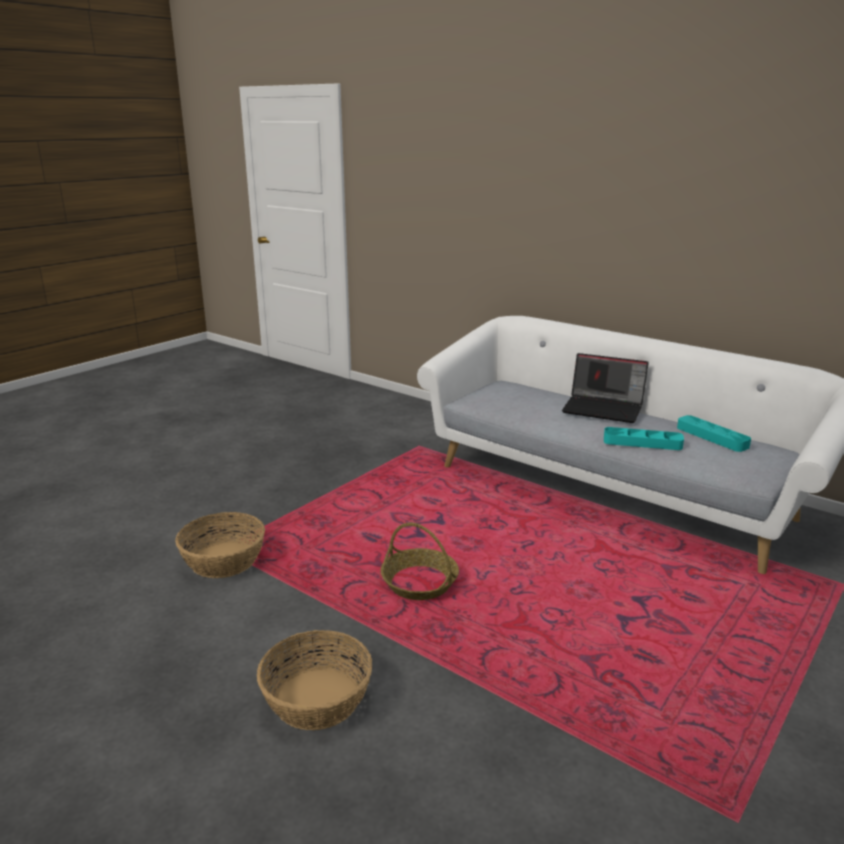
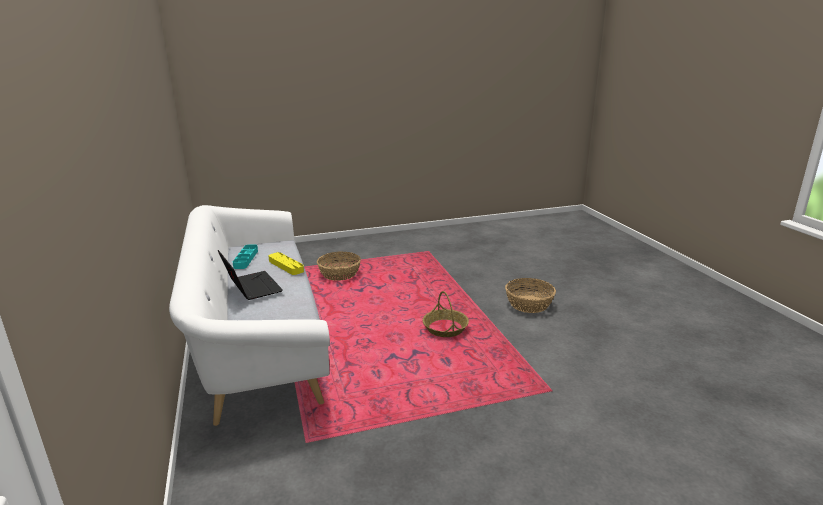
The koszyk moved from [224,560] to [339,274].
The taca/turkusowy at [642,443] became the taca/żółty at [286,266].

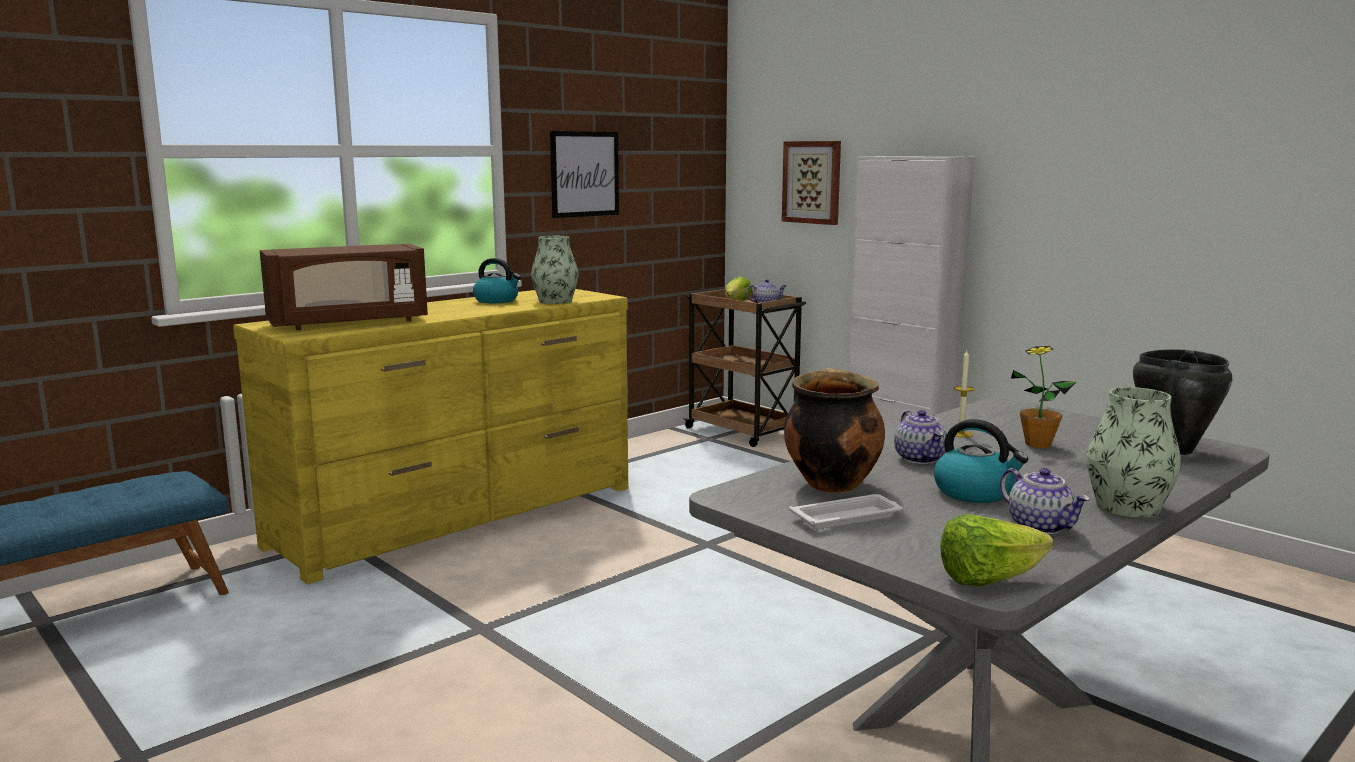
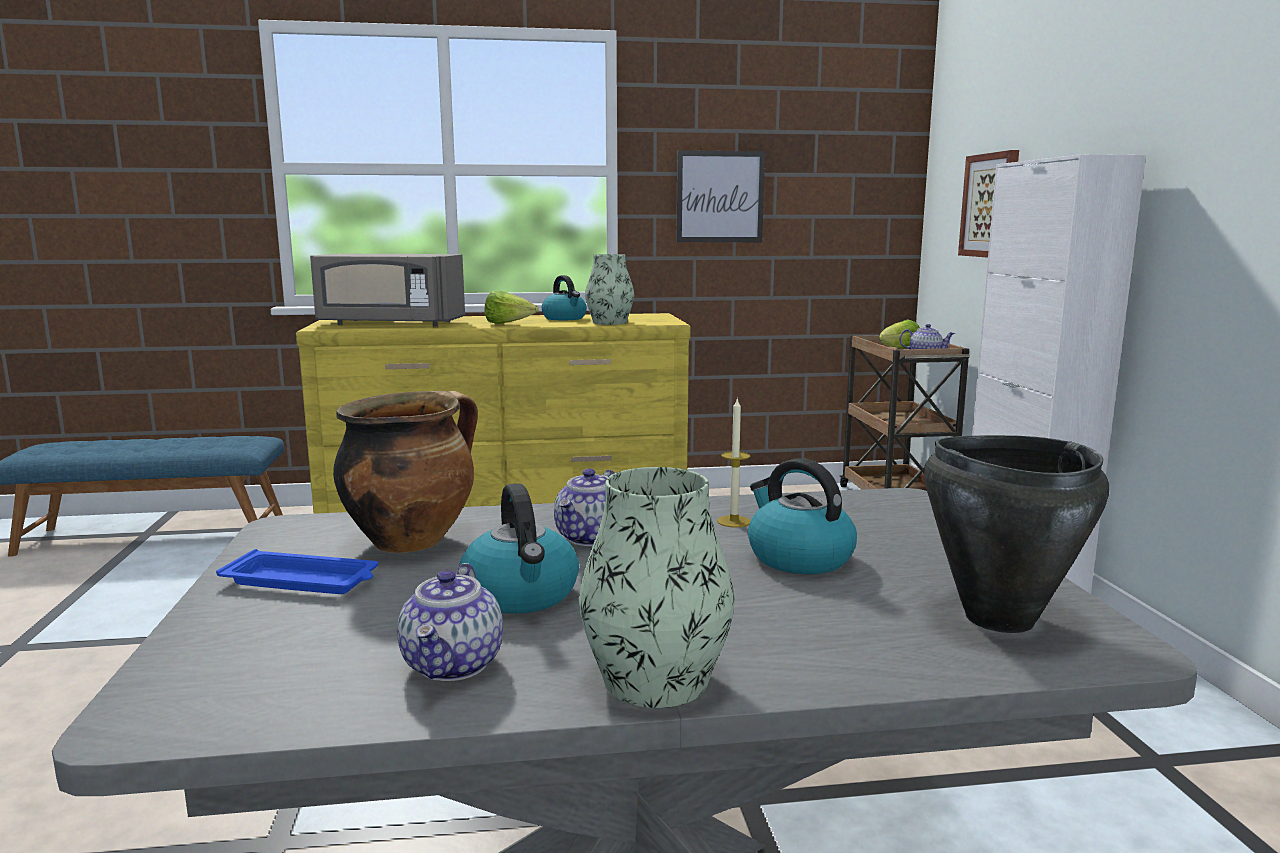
The mikrofalówka/brązowy at [349,323] became the mikrofalówka/szary at [390,323].
The taca/biały at [848,517] became the taca/niebieski at [303,581].
The sałata moved from [988,580] to [508,324].
The roślina doniczkowa at [1038,444] was replaced by the czajnik at [798,557].

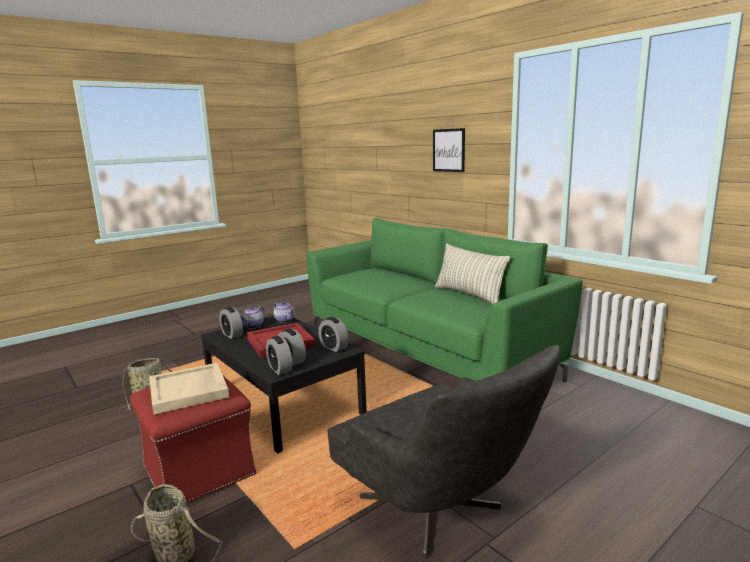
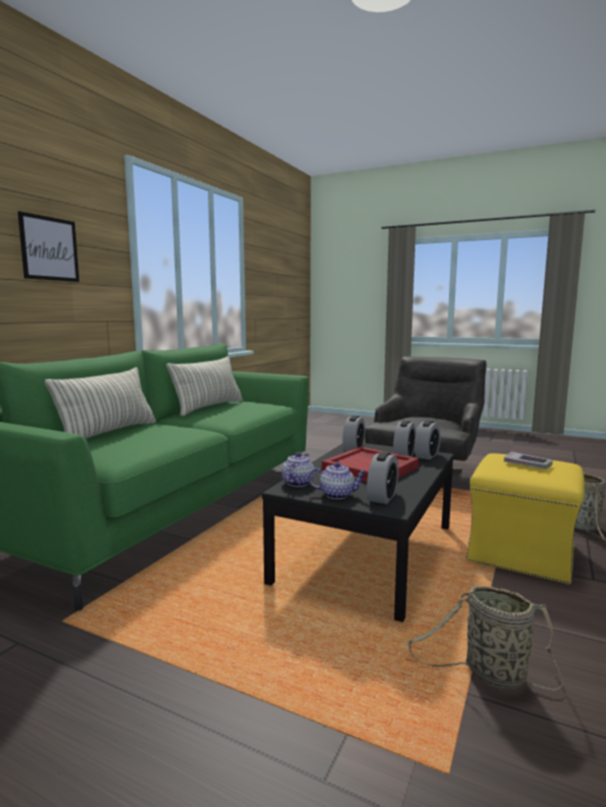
The pufa/czerwony at [198,470] became the pufa/żółty at [521,554].
The taca/beżowy at [189,391] was replaced by the książka at [527,464].
The poduszka at [109,433] appeared.

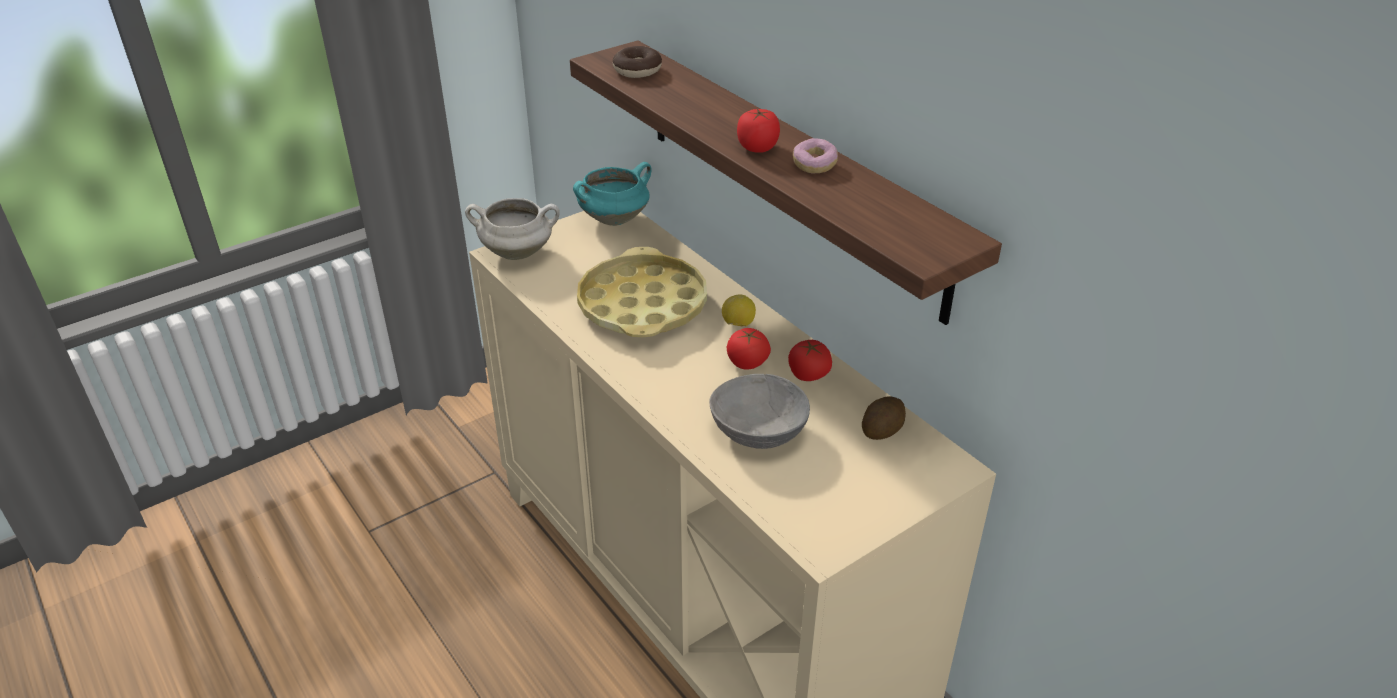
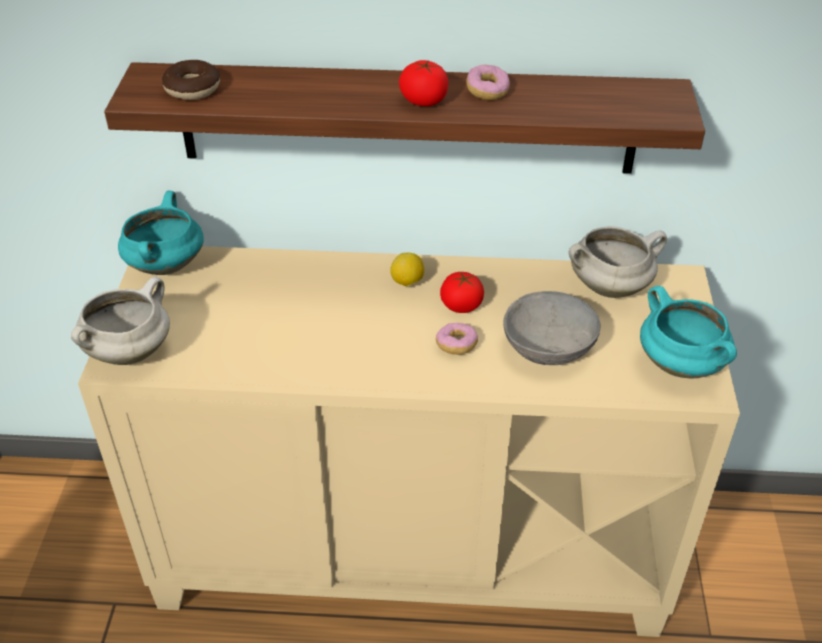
The taca/żółty at [642,305] disappeared.
The pomidor at [808,374] disappeared.
The ziemniak at [882,429] was replaced by the garnek/biały at [610,286].
The donut at [456,345] appeared.
The garnek/turkusowy at [682,365] appeared.

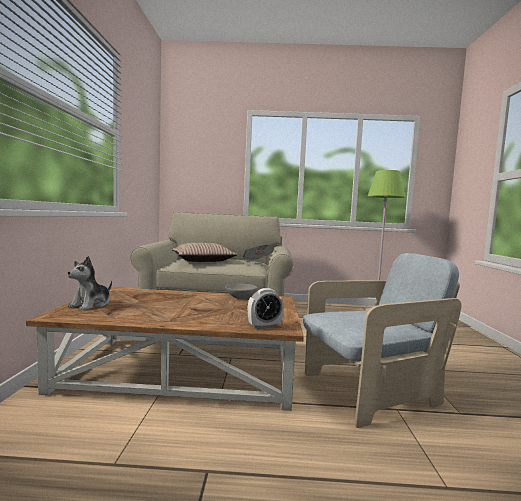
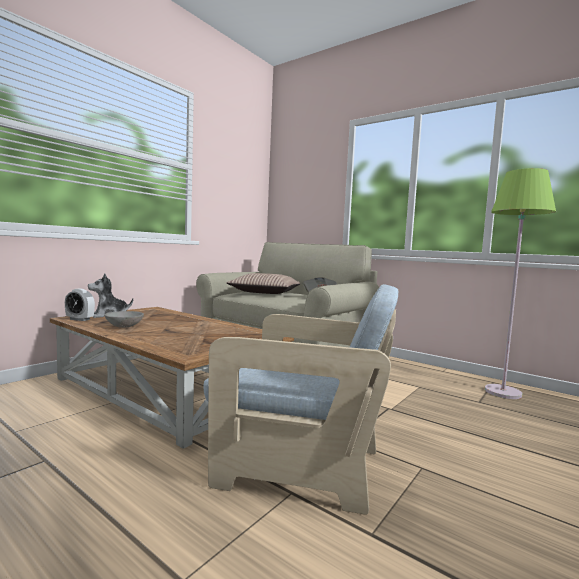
The miska/szary moved from [240,297] to [124,326].
The budzik moved from [264,326] to [79,319].

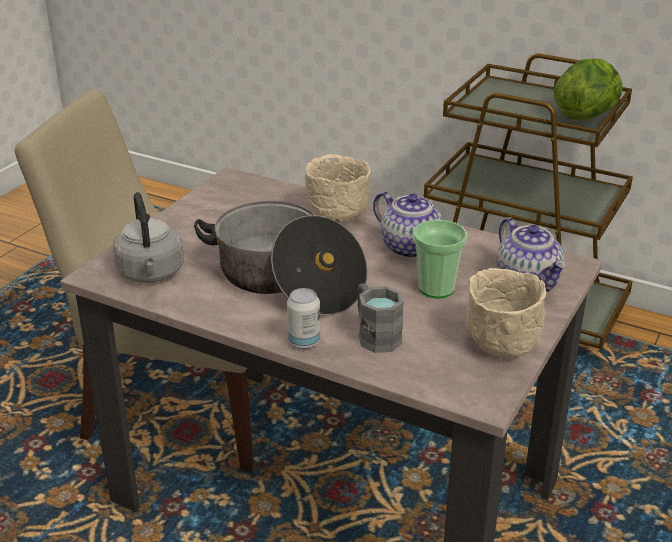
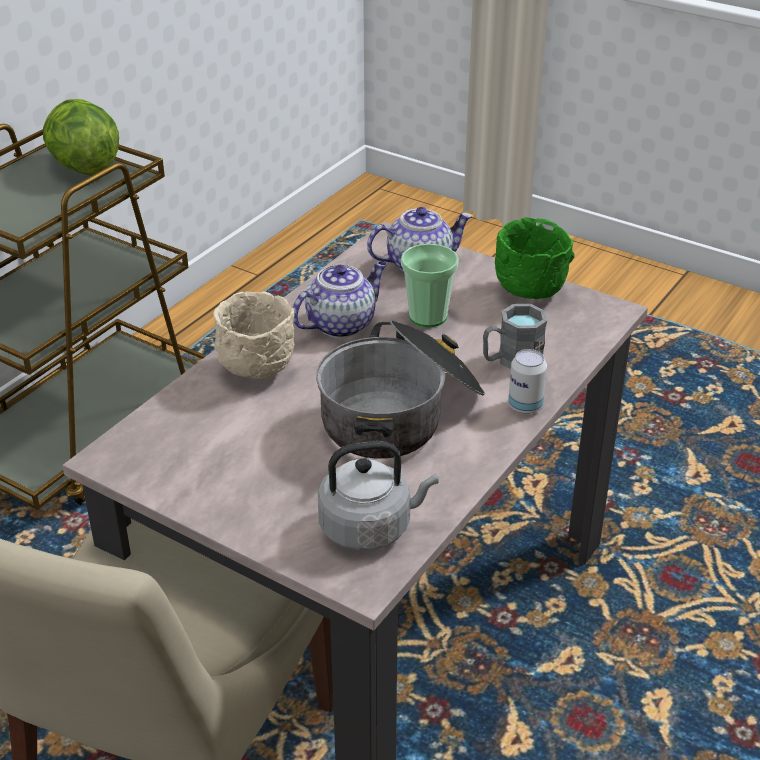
The miska/beżowy at [502,345] became the miska/zielony at [529,291].

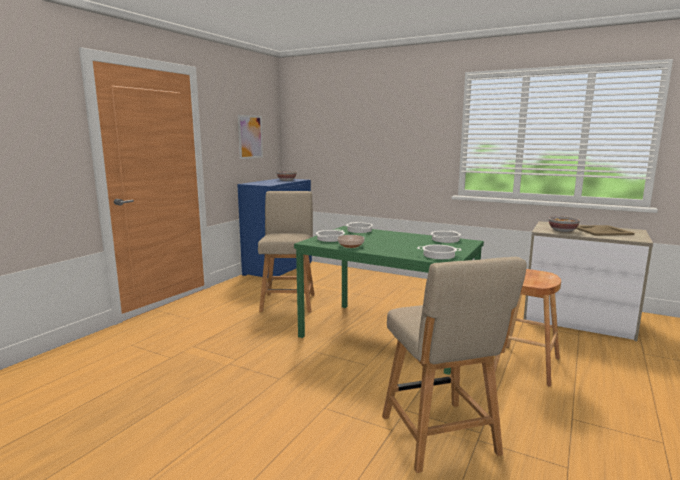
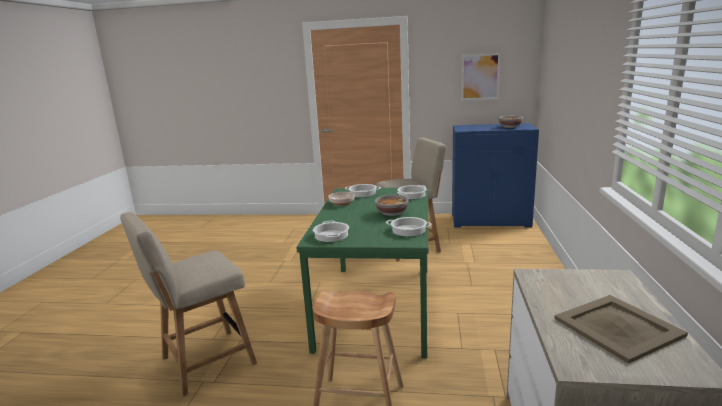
The miska moved from [562,231] to [391,213].

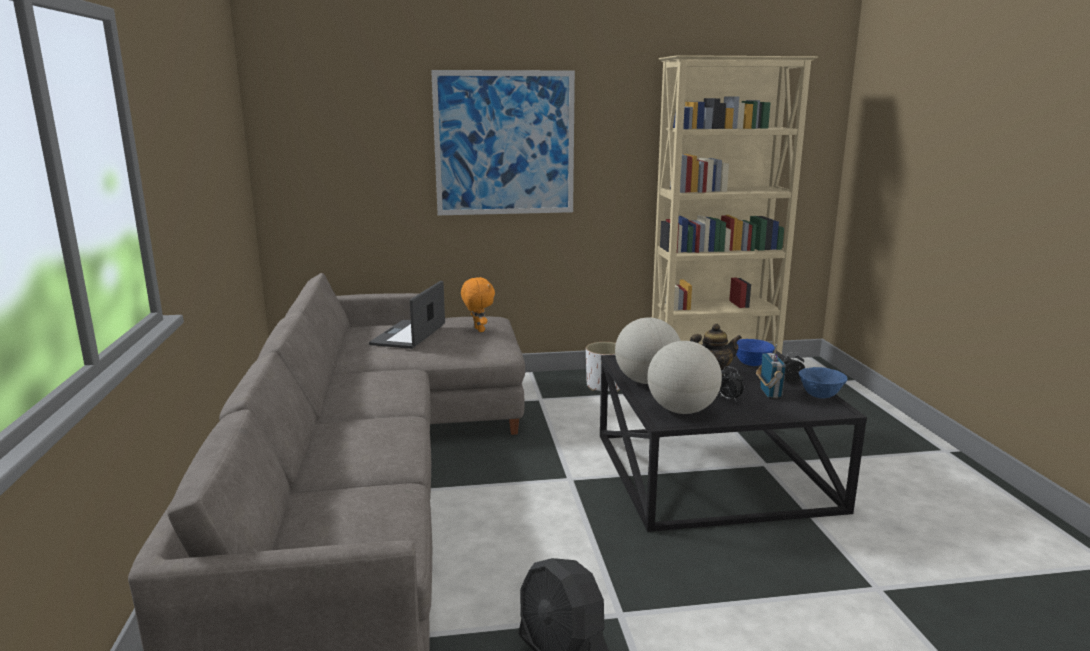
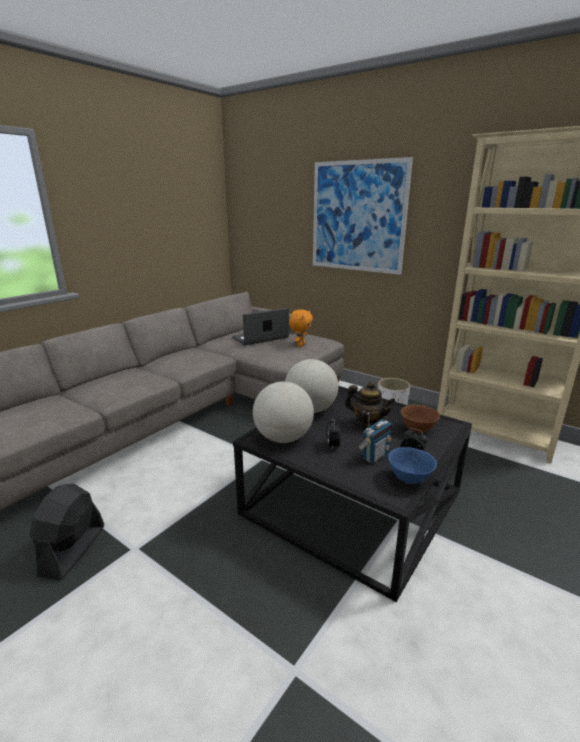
The miska/niebieski at [752,364] became the miska/brązowy at [418,429].

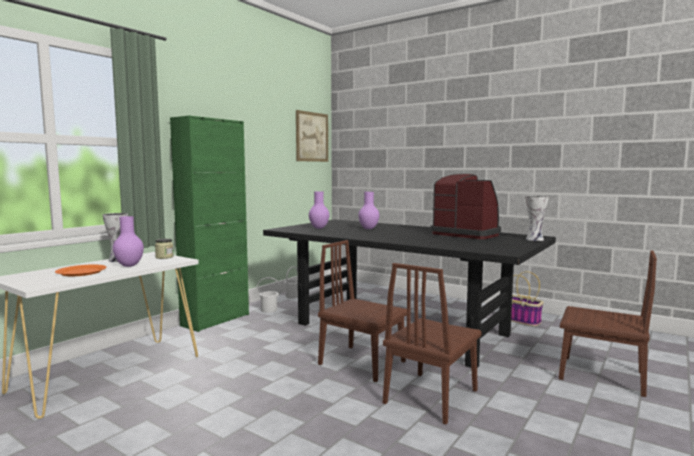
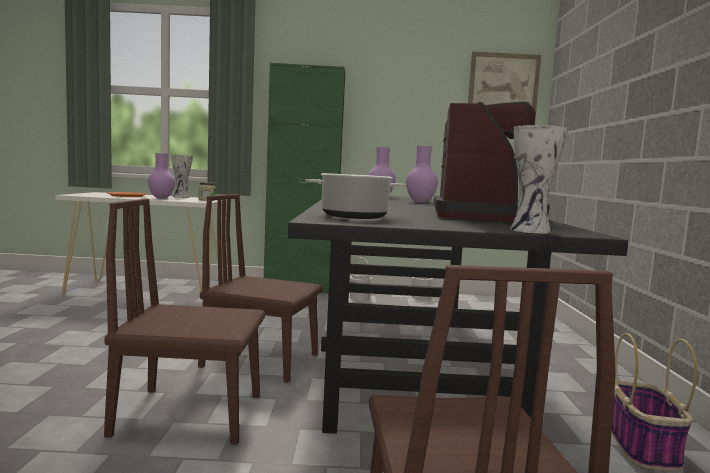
The krzesło/brązowy at [362,363] turned 75 degrees counterclockwise.
The garnek at [353,216] appeared.

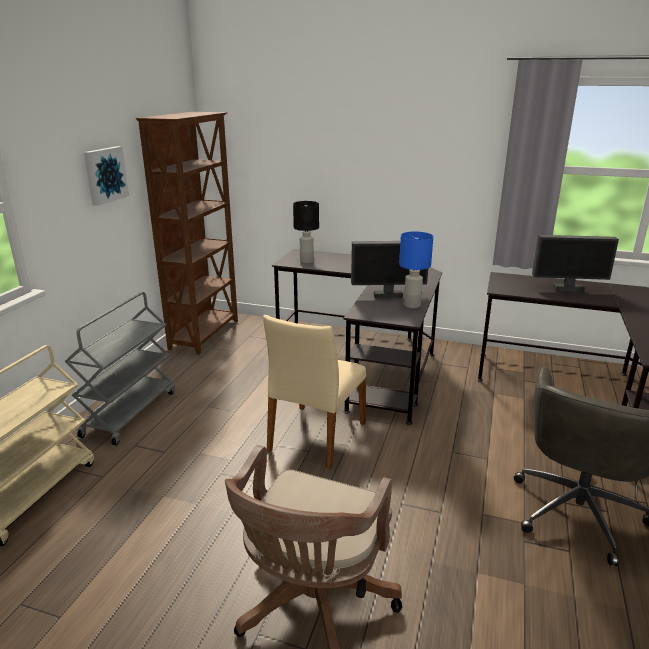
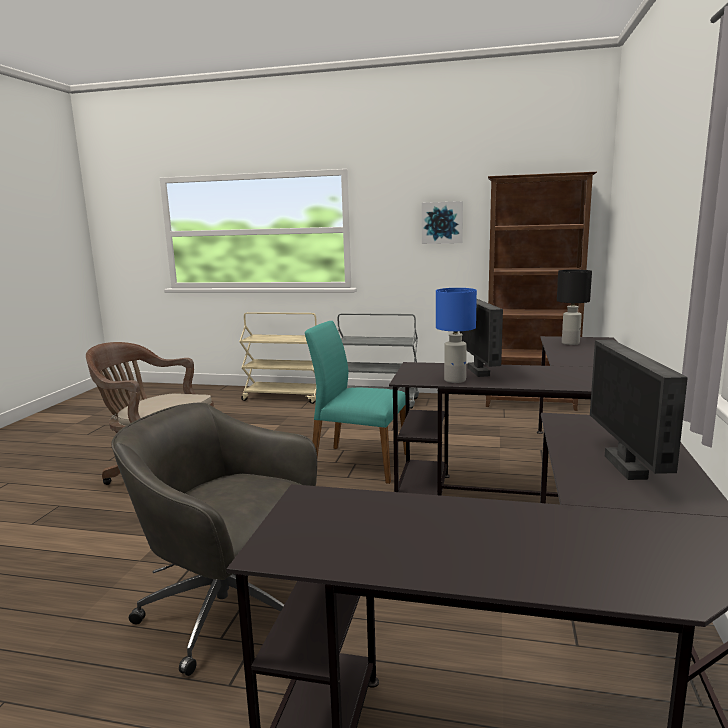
The krzesło/beżowy at [315,436] became the krzesło/turkusowy at [359,463].

